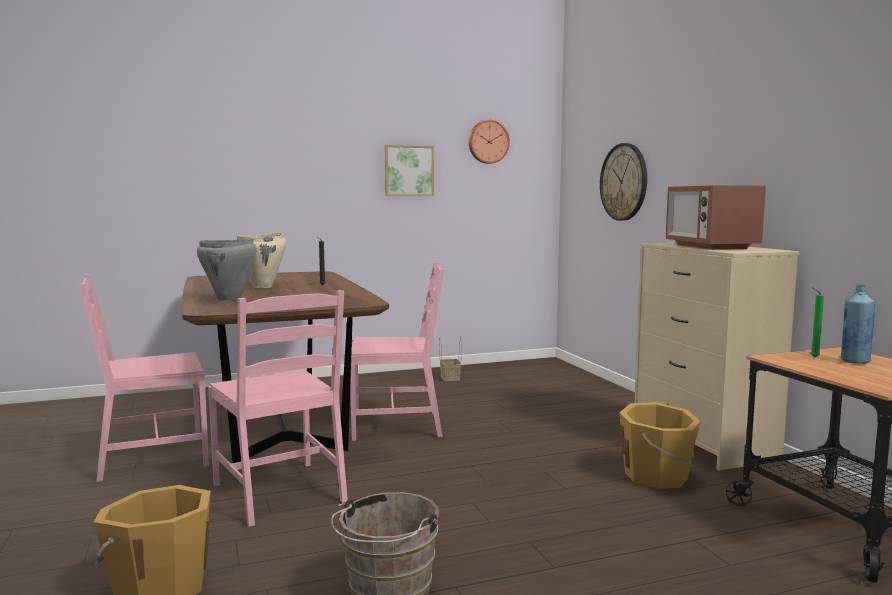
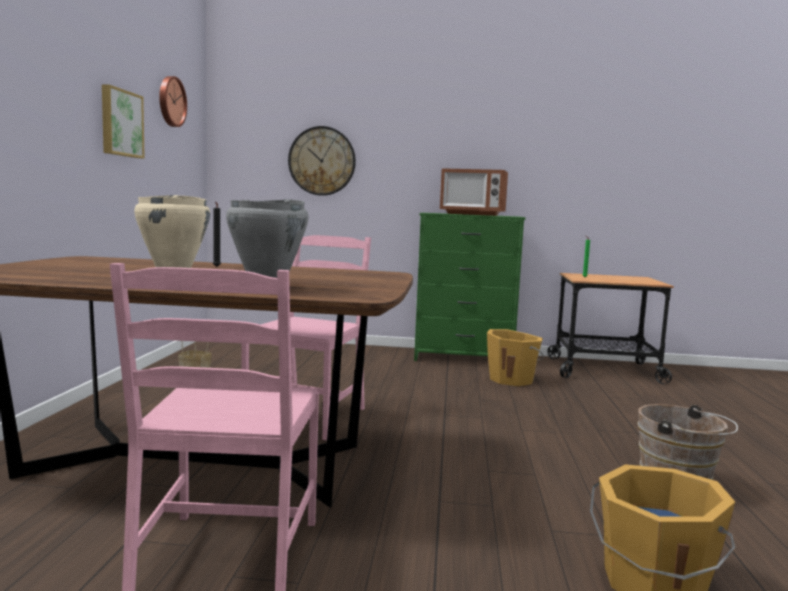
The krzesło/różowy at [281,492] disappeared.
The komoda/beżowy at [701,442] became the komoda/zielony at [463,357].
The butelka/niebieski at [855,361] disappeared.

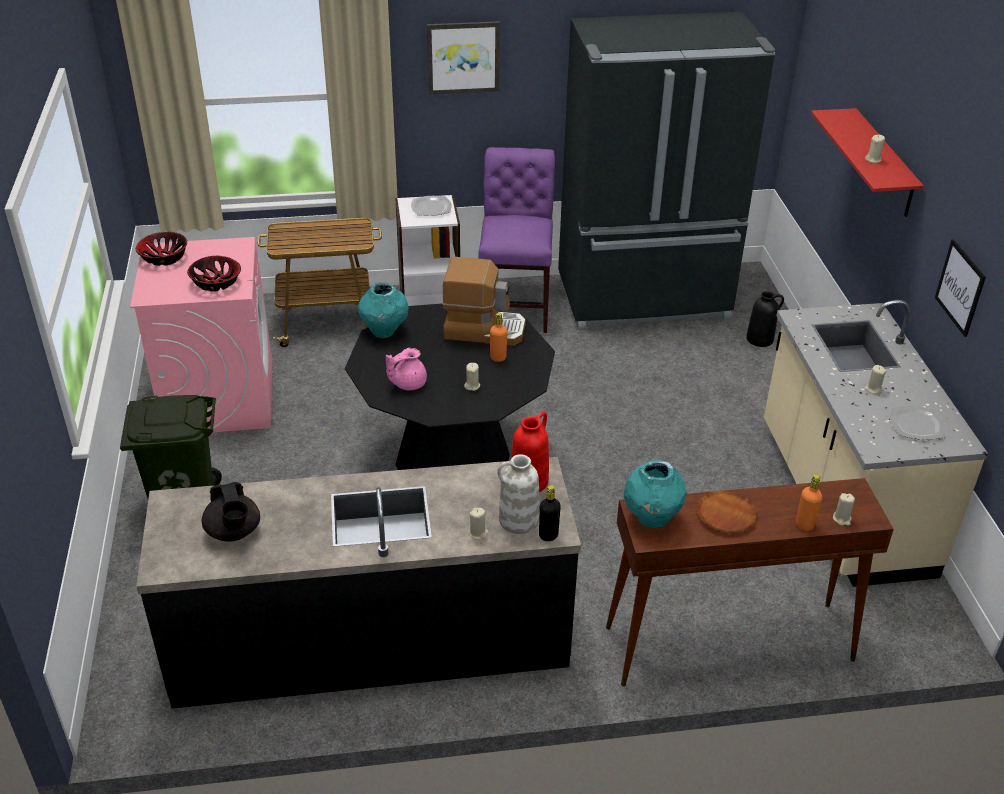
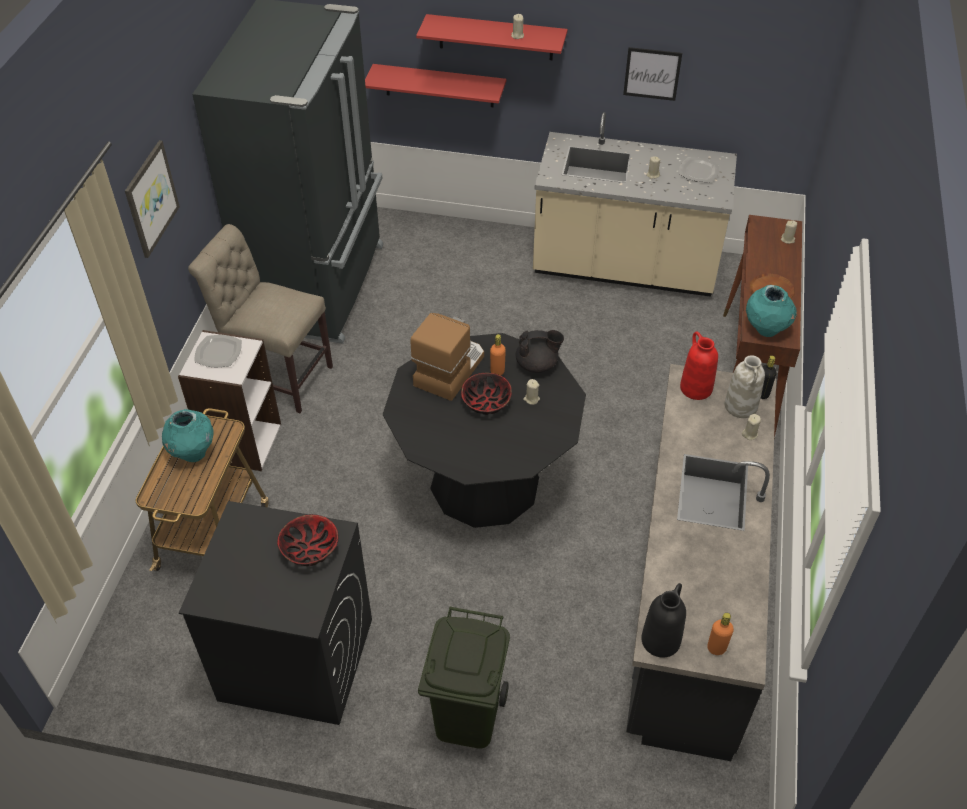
The pralka/różowy at [219,397] became the pralka/czarny at [295,659].
The miska moved from [164,258] to [486,402].
The imbryk/czarny moved from [233,532] to [537,364].
The wazon/turkusowy moved from [384,331] to [193,453].
The imbryk/różowy at [407,383] disappeared.
The krzesło/fioletowy at [516,306] became the krzesło/beżowy at [277,376].
The wazon/czarny moved from [760,339] to [660,639].
The butelka/pomarańczowy moved from [804,525] to [716,648].
The półka/czerwony at [439,86] appeared.

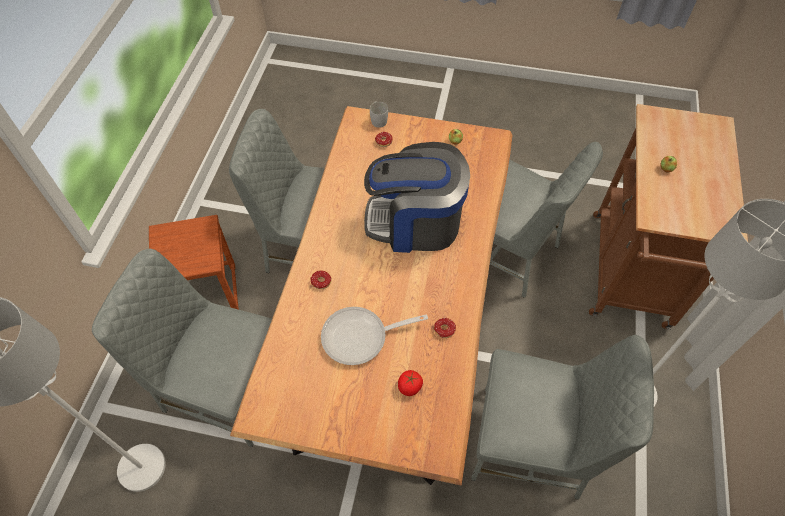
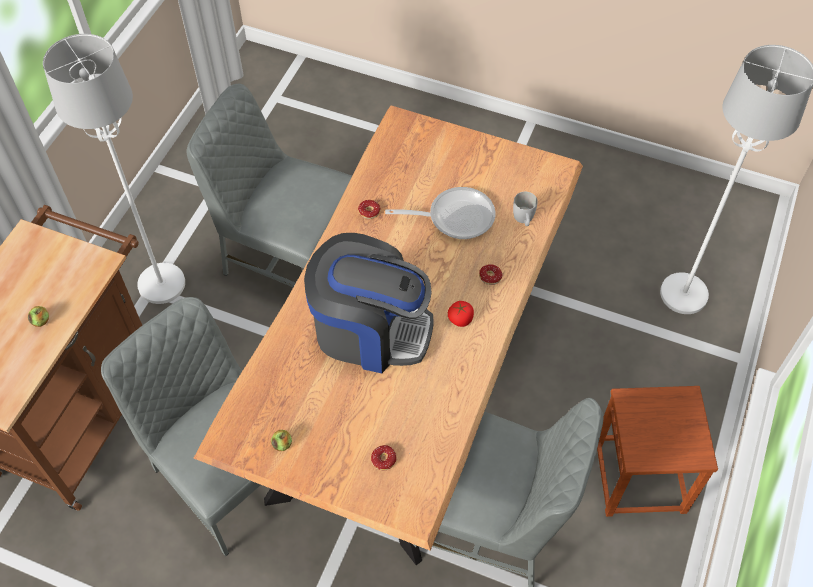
The krzesło/szary at [224,387] disappeared.
The kubek/biały moved from [378,119] to [524,219].
The pomidor moved from [409,387] to [460,319].

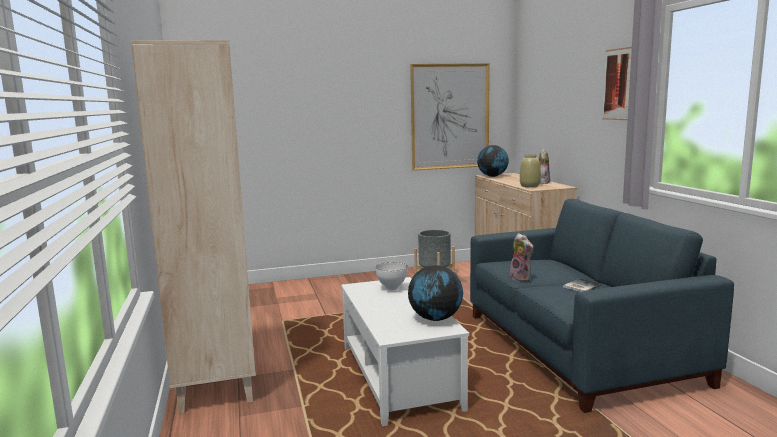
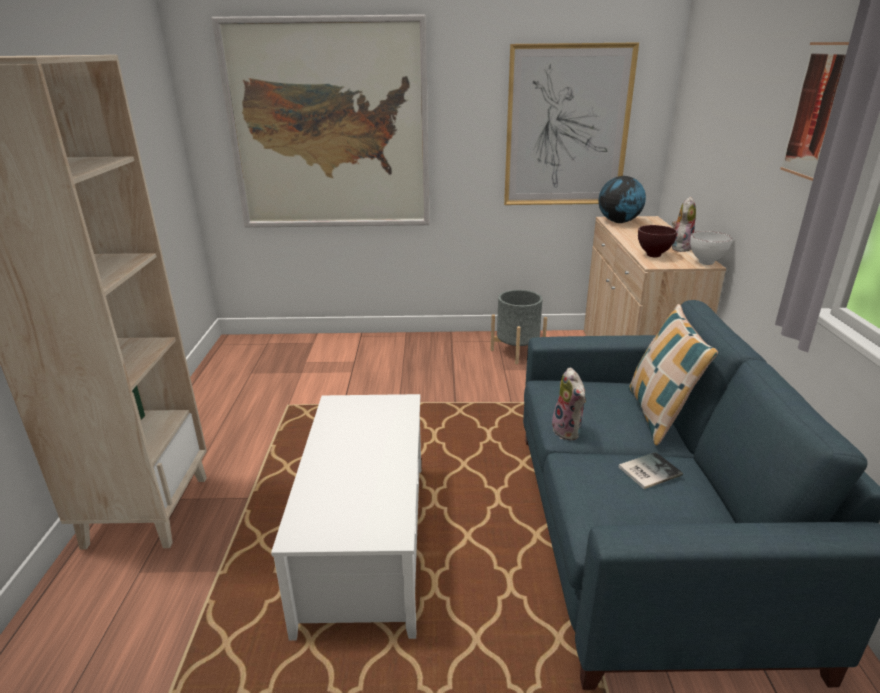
The miska/biały moved from [392,288] to [707,263].
The globus at [436,319] disappeared.
The wazon/beżowy at [530,186] was replaced by the miska/brązowy at [653,256].
The obraz at [330,127] appeared.
The poduszka at [658,416] appeared.

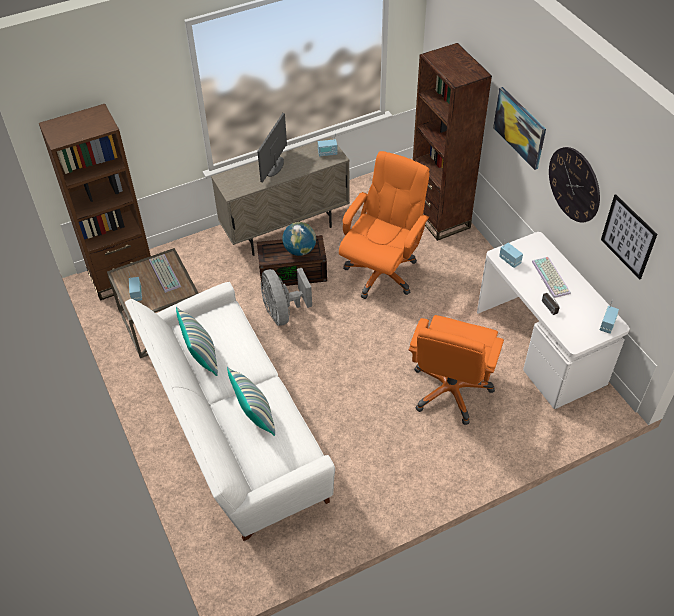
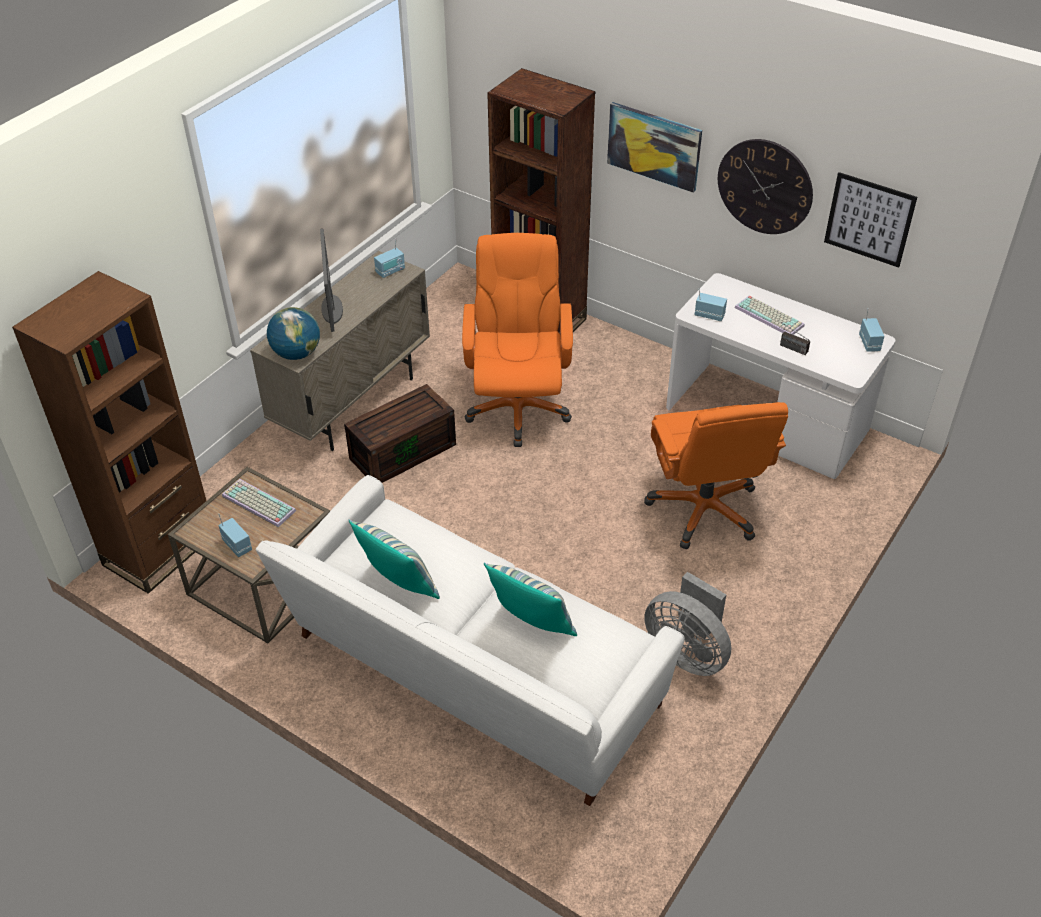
The wentylator/szary moved from [283,312] to [687,652].
The globus moved from [300,250] to [296,353].

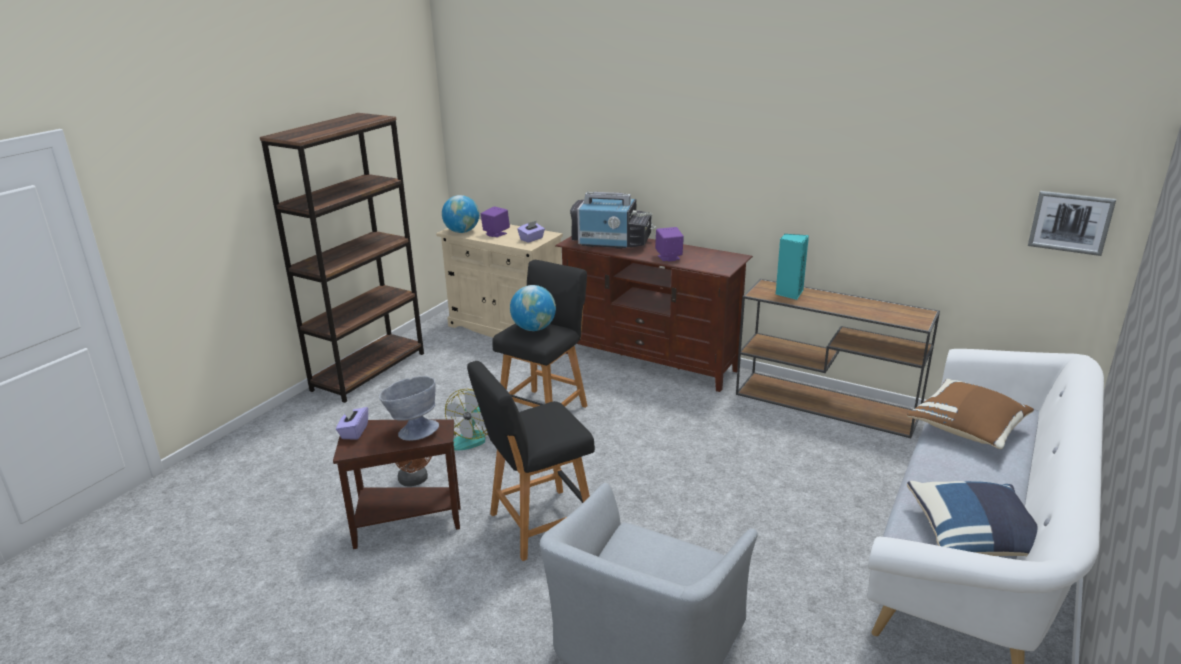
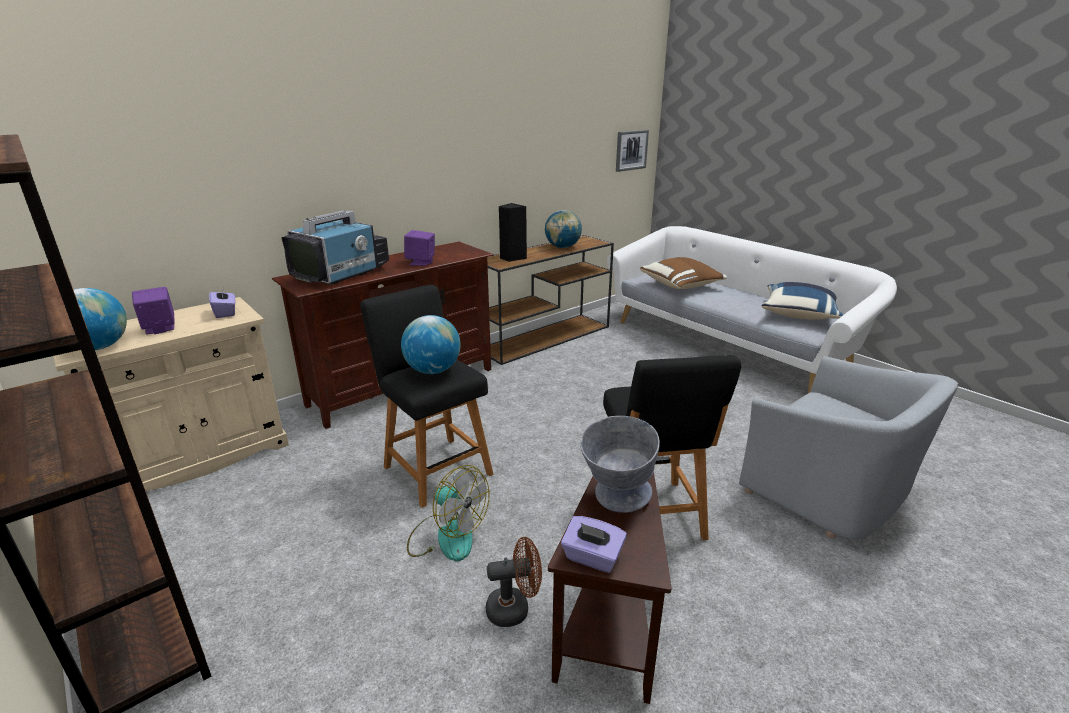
The głośnik/turkusowy at [789,293] became the głośnik/czarny at [512,258].
The globus at [562,247] appeared.

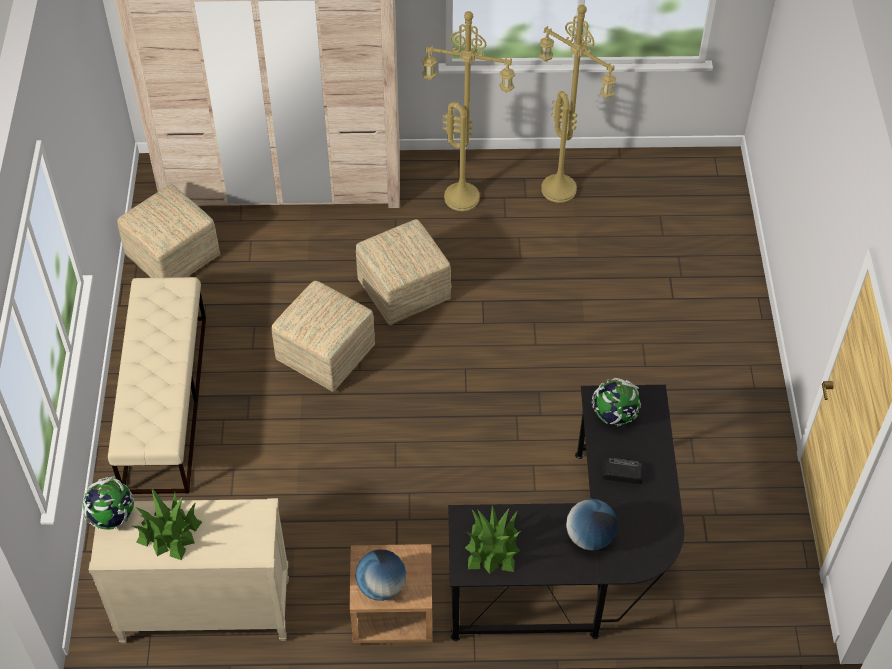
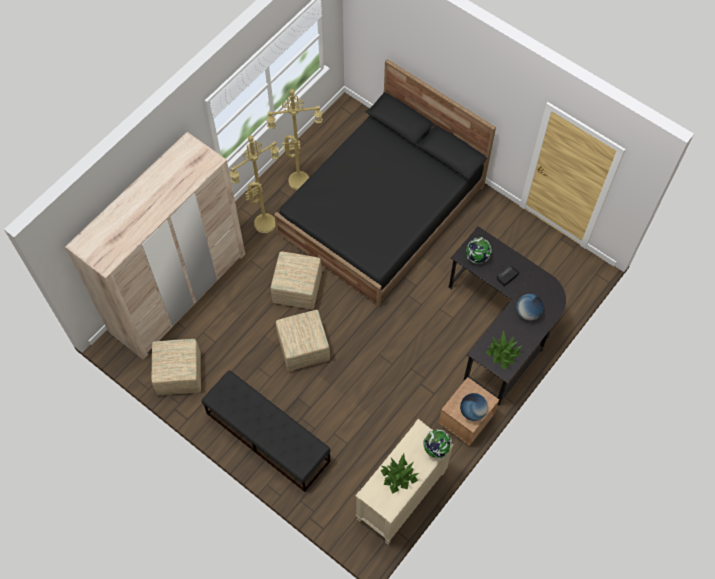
The globus moved from [112,517] to [436,448].
The ławka/beżowy at [165,402] became the ławka/czarny at [267,437].
The łóżko/czarny at [382,210] appeared.

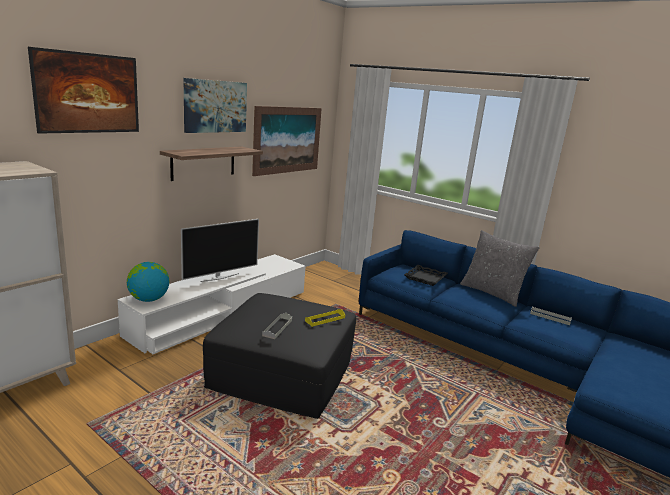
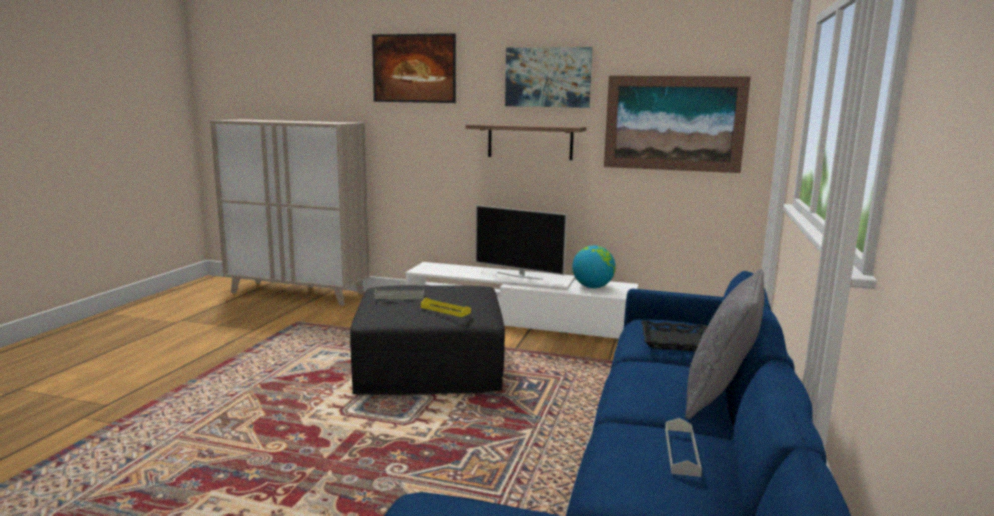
The globus moved from [149,299] to [592,287].

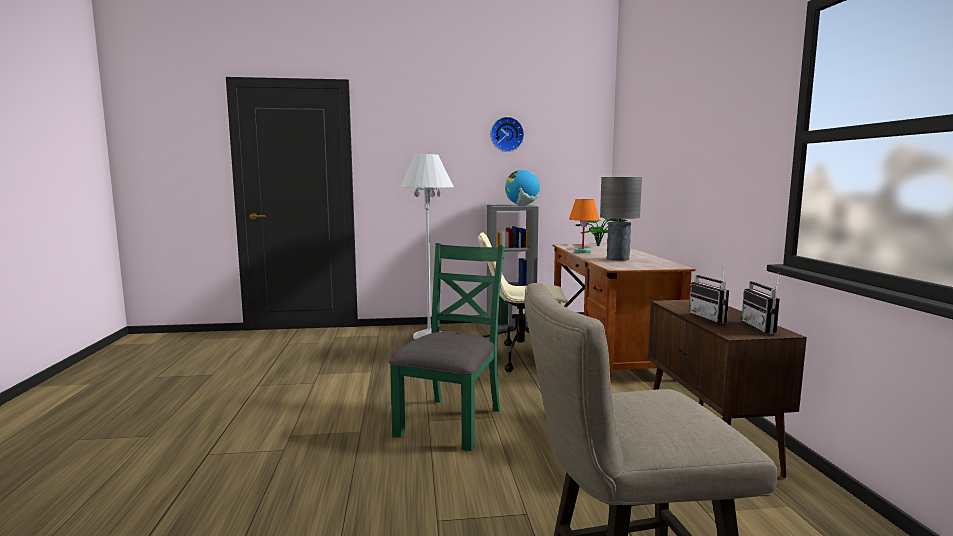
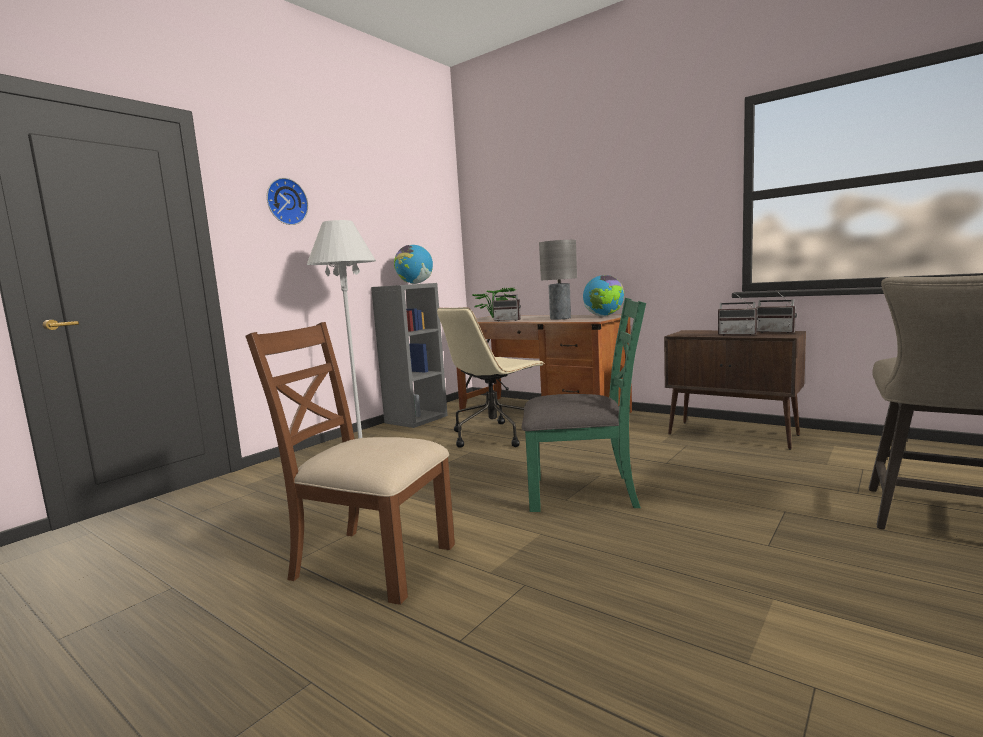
The krzesło/zielony at [451,421] turned 120 degrees clockwise.
The zegar ścienny moved from [506,134] to [285,202].
The lampa stołowa/pomarańczowy at [583,252] was replaced by the radio at [508,320].
The krzesło/brązowy at [371,562] appeared.
The globus at [604,316] appeared.

